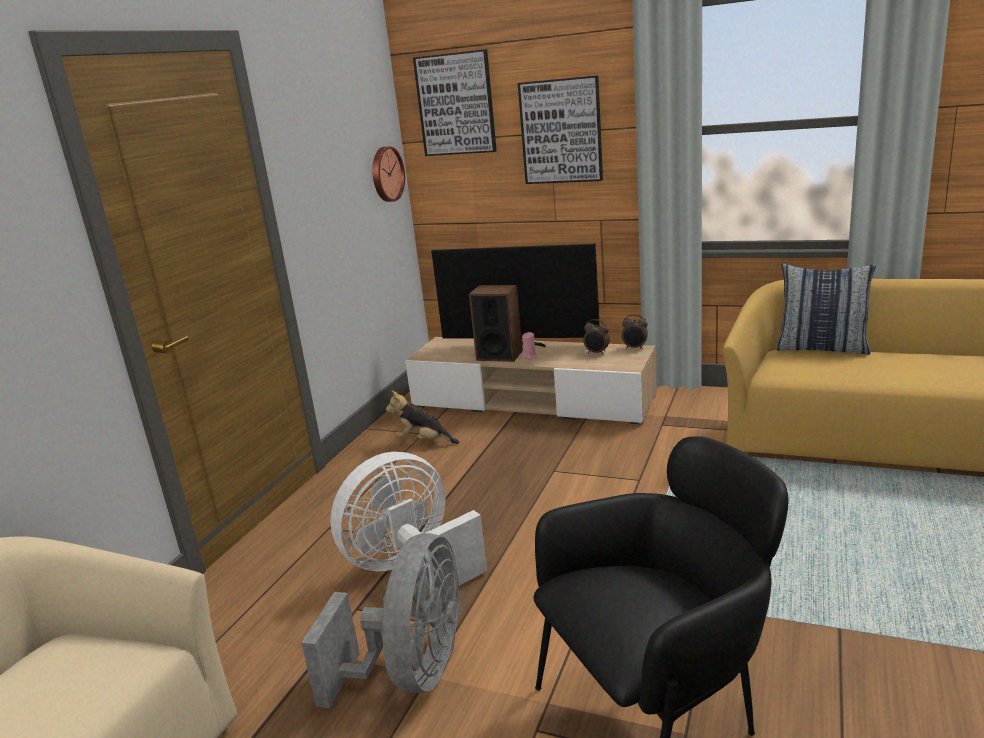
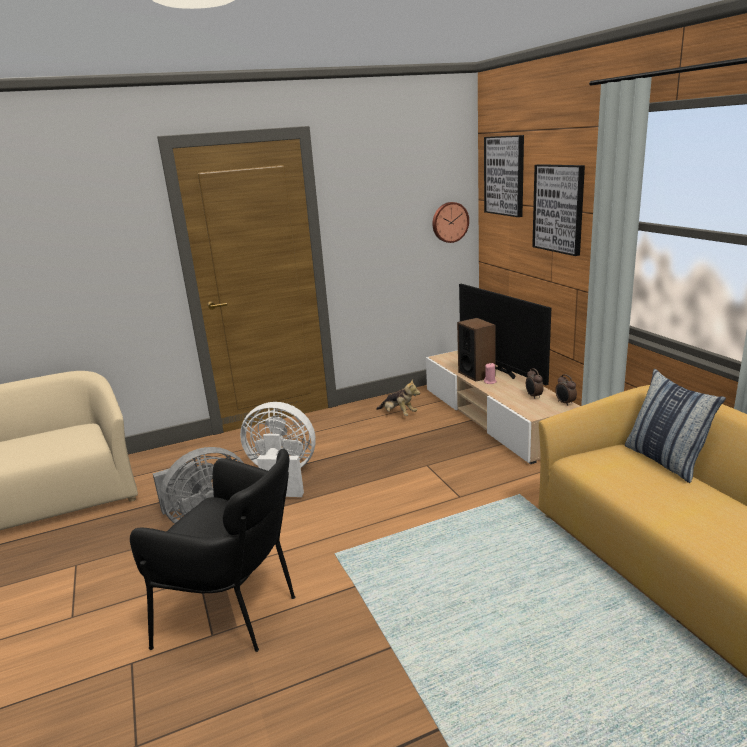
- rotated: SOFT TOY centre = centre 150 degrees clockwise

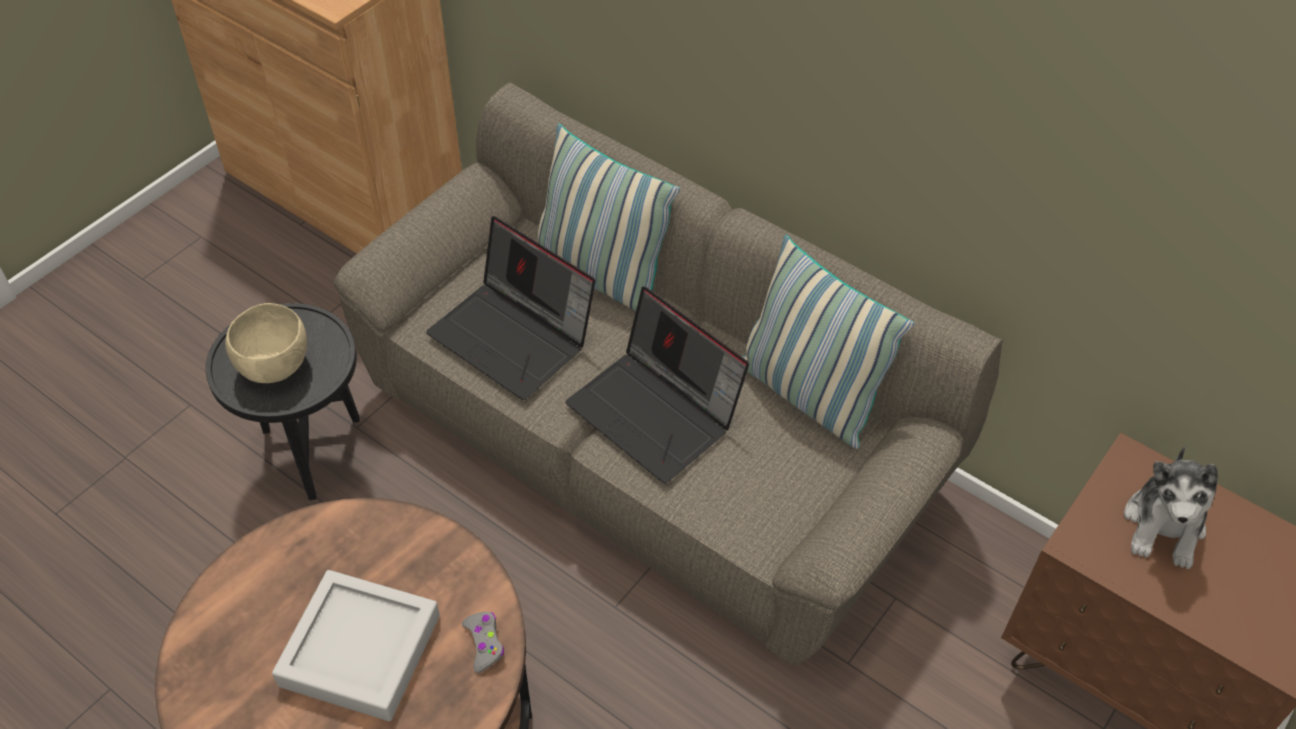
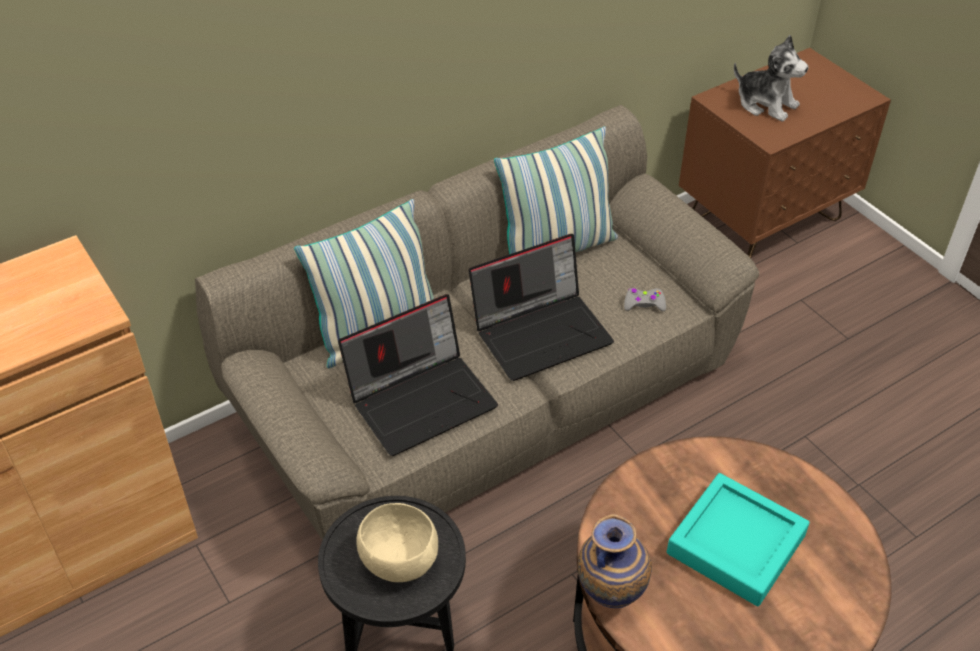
- new: FLOWER VASE bottom centre
- shifted: GRAY GAMEPAD bottom centre to centre
- repainted: GRAY SERVING TRAY bottom left to TURQUOISE SERVING TRAY bottom right

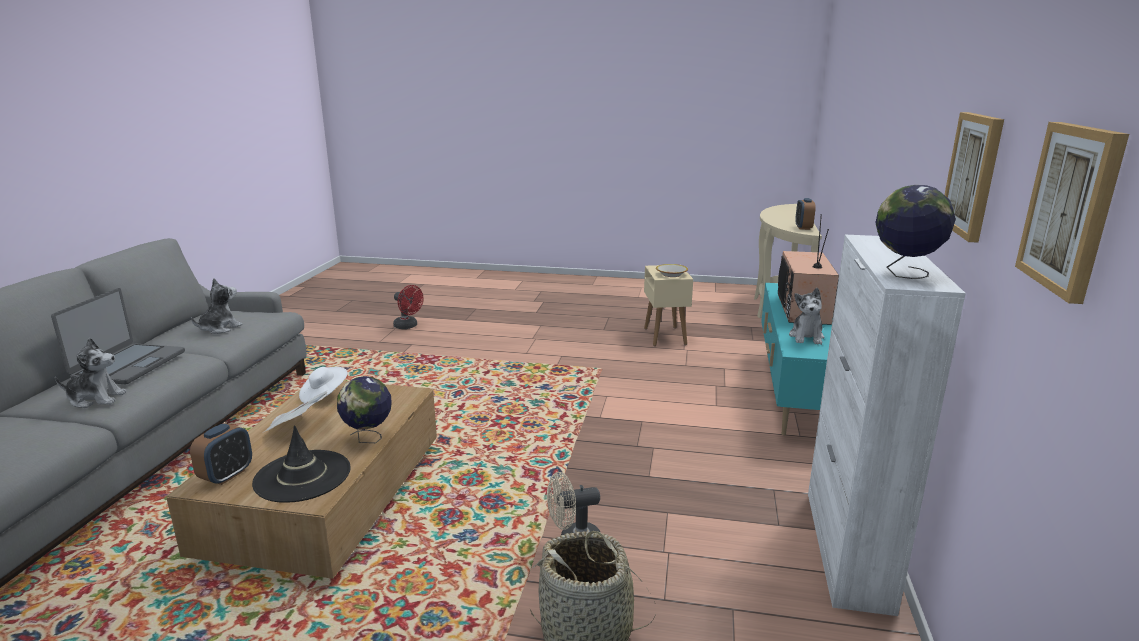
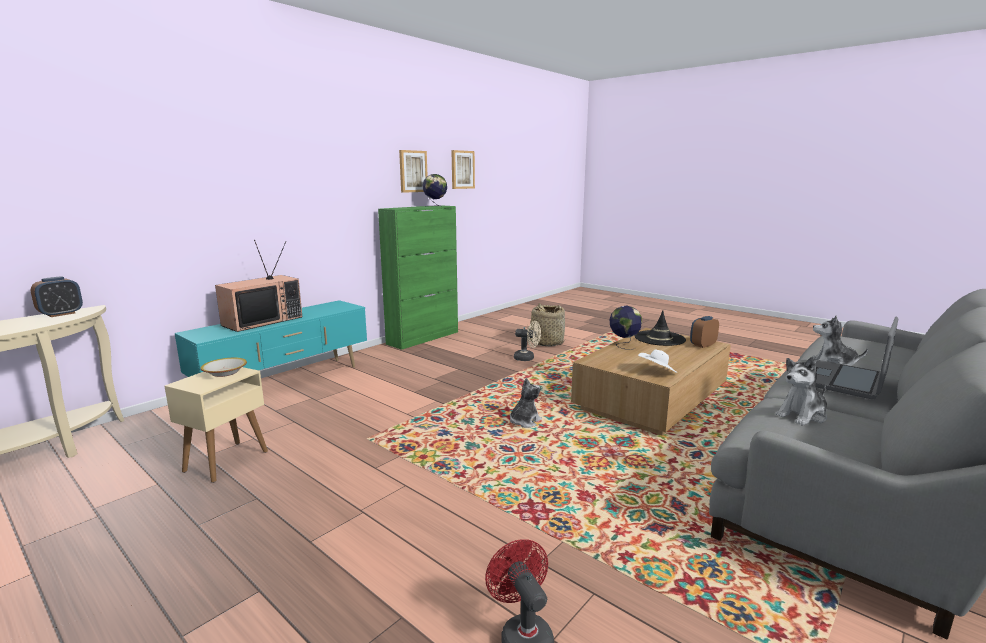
- gone: DAILY PAPER middle left
- shifted: SOFT TOY (no. 3 from left in the first image) middle right to SOFT TOY (no. 1 from left) centre
- repainted: WHITE-COLOURED CABINET middle right to GREEN-COLOURED CABINET centre

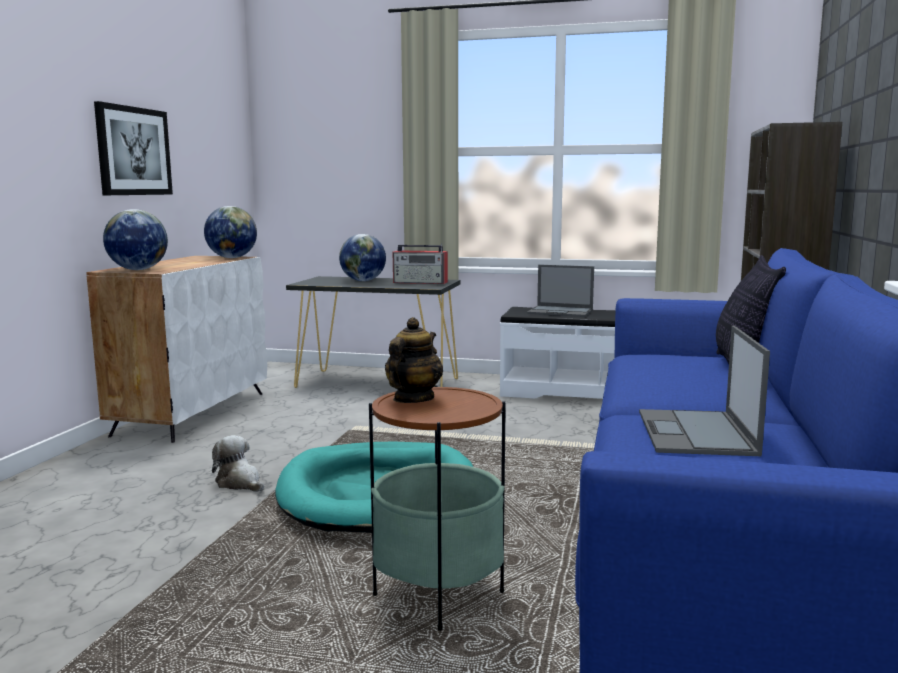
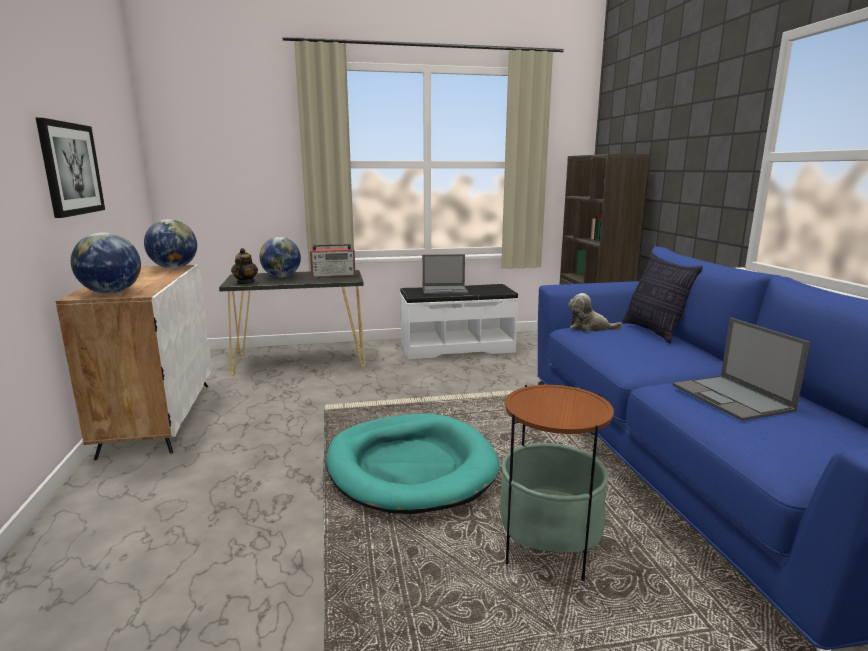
- shifted: SOFT TOY bottom left to middle right
- shifted: POT FOR TEA centre to middle left

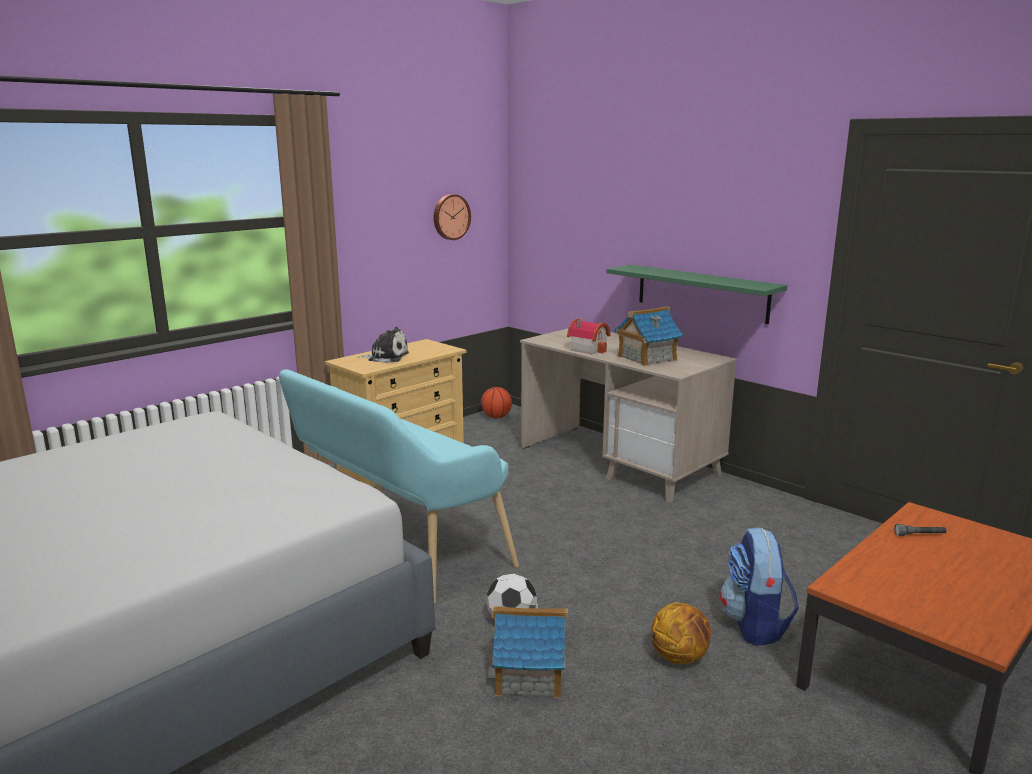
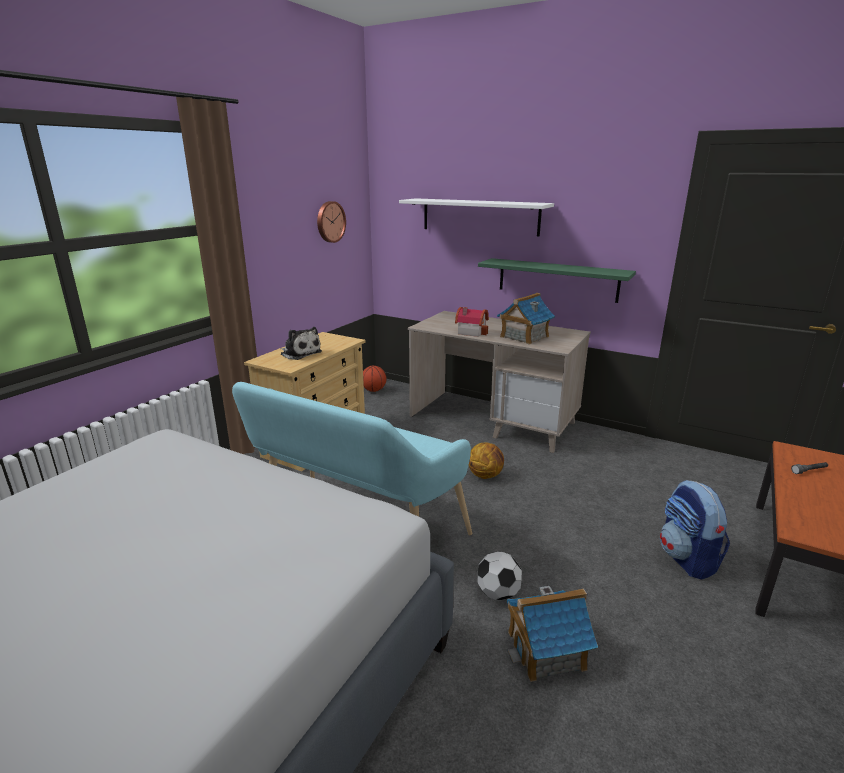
- new: WHITE-COLOURED WALL SHELF top centre
- shifted: BASKETBALL BALL (no. 2 from left) bottom centre to centre
- rotated: SOFT TOY centre = centre 45 degrees clockwise

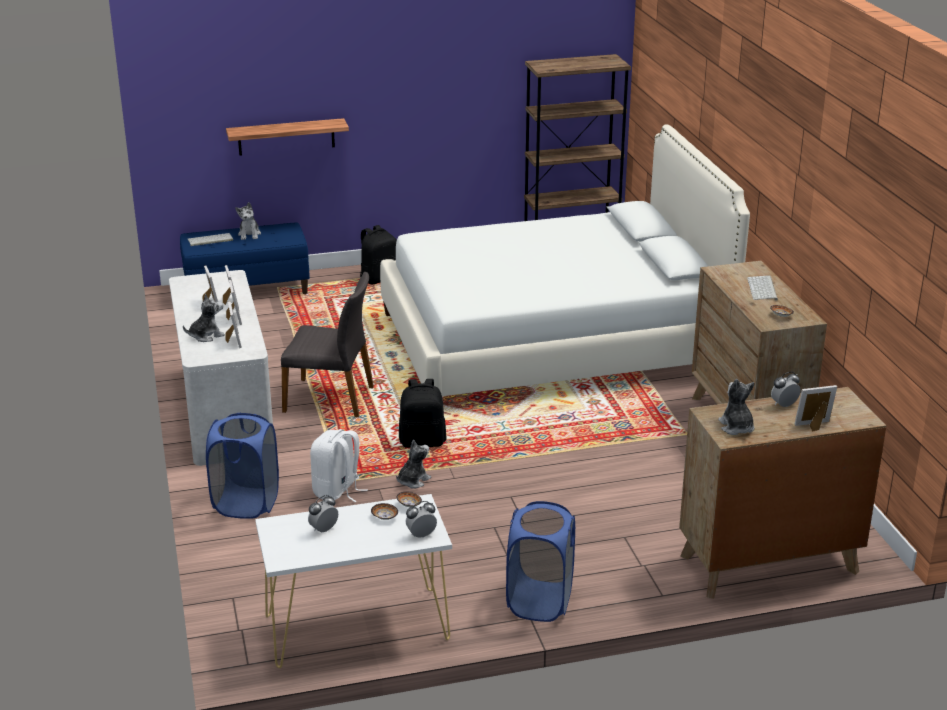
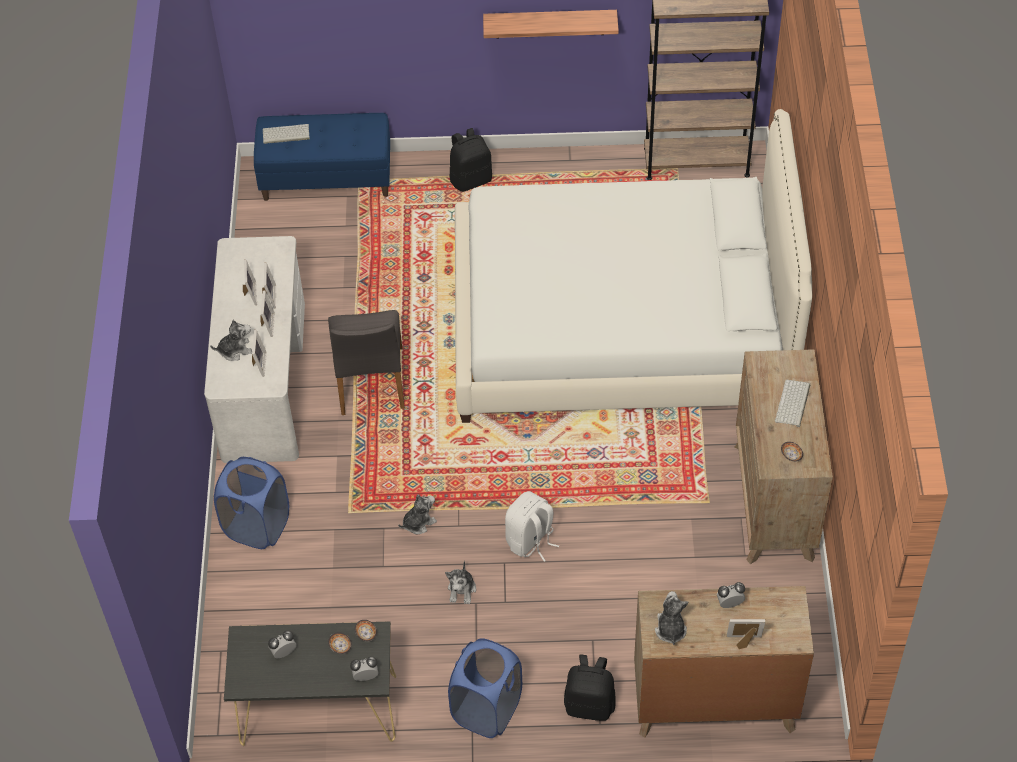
- shifted: WALL SHELF top left to top centre
- shifted: SOFT TOY (no. 2 from left in the first image) top left to SOFT TOY (no. 3 from left) bottom centre
- shifted: WHITE-COLOURED BACKPACK centre to bottom centre
- shifted: BLACK BACKPACK (no. 2 from left) centre to bottom centre
- repainted: WHITE-COLOURED HALL TABLE bottom centre to BLACK HALL TABLE bottom left
- rotated: GRAY PLAIN CHAIR centre = centre 60 degrees clockwise

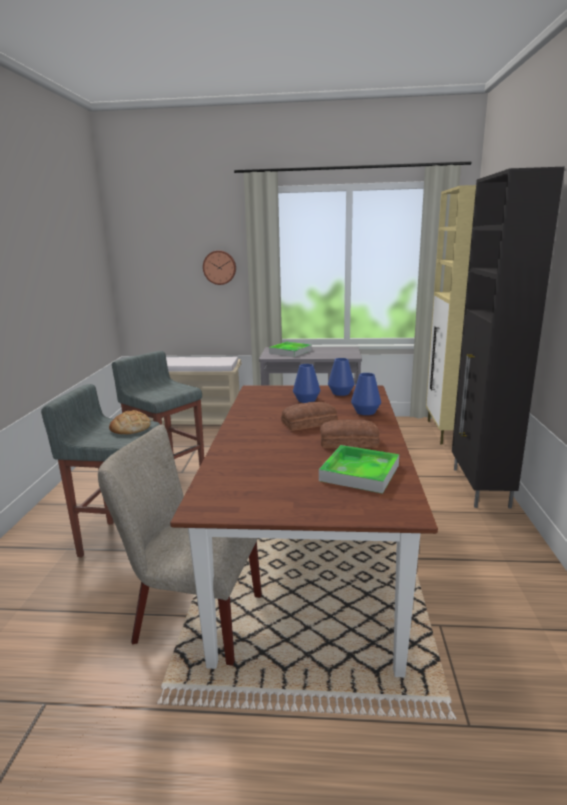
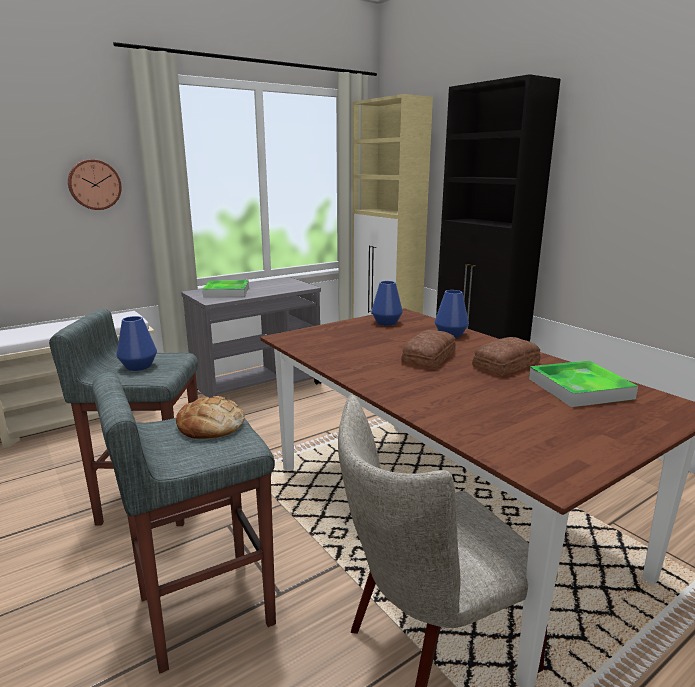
- shifted: BLUE FLOWER VASE (no. 1 from left) centre to middle left

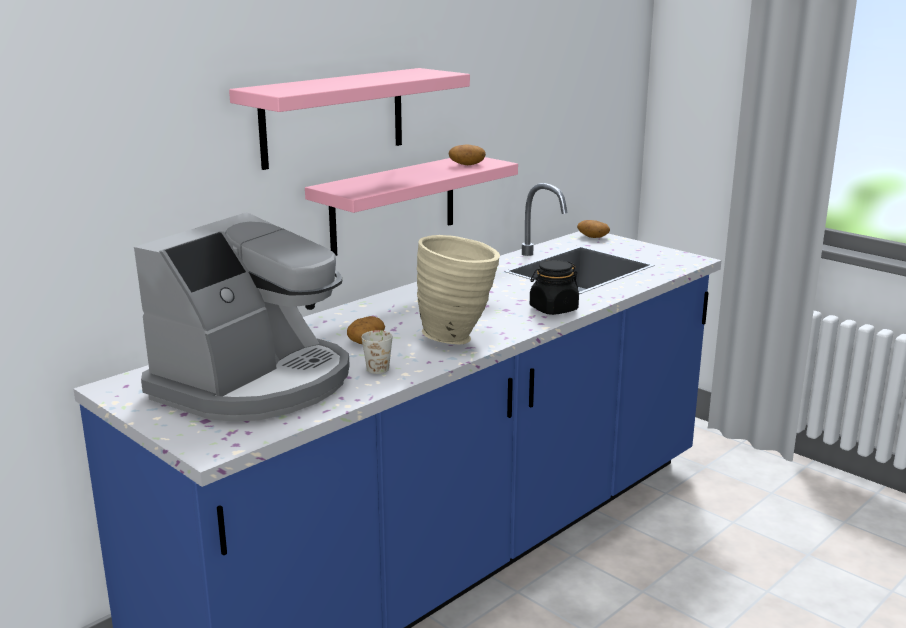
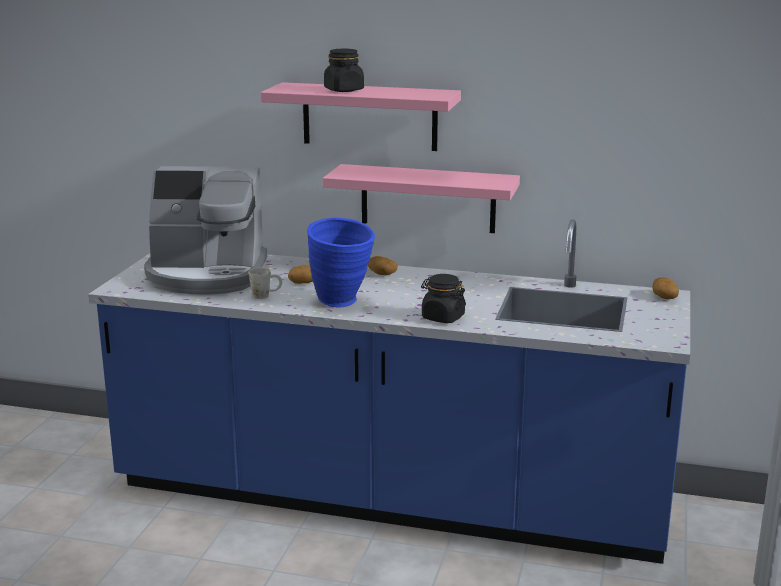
- new: BLACK PRESERVE JAR (no. 1 from left) top centre
- shifted: POTATO (no. 2 from left) top centre to centre
- repainted: BEIGE FLOWER VASE centre to BLUE FLOWER VASE centre

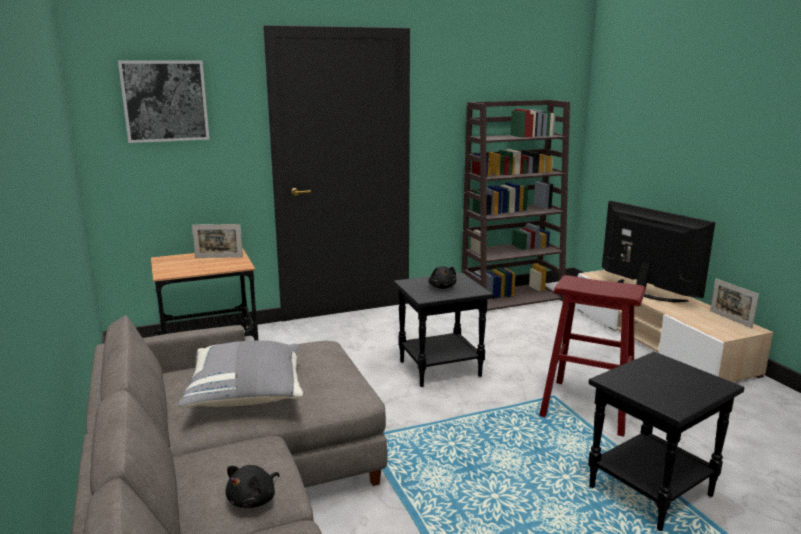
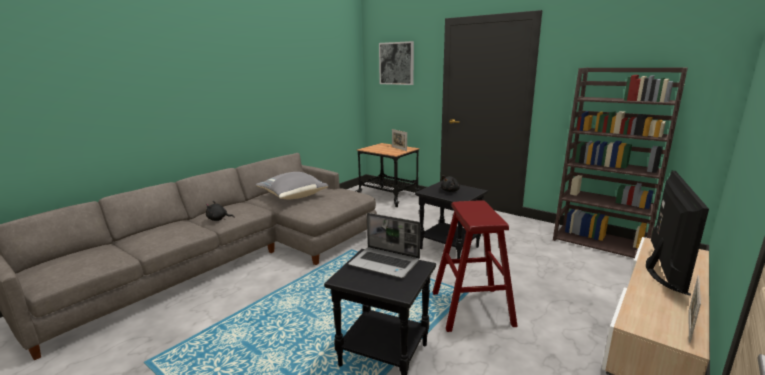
- new: LAPTOP centre

